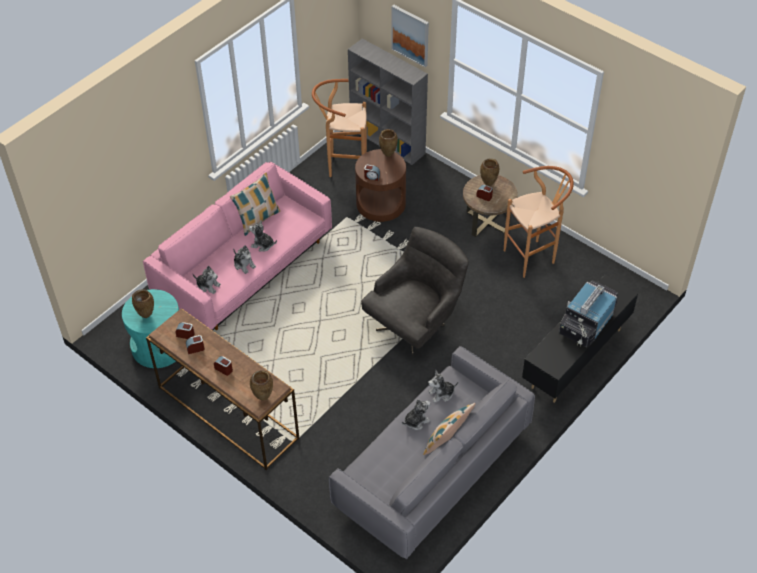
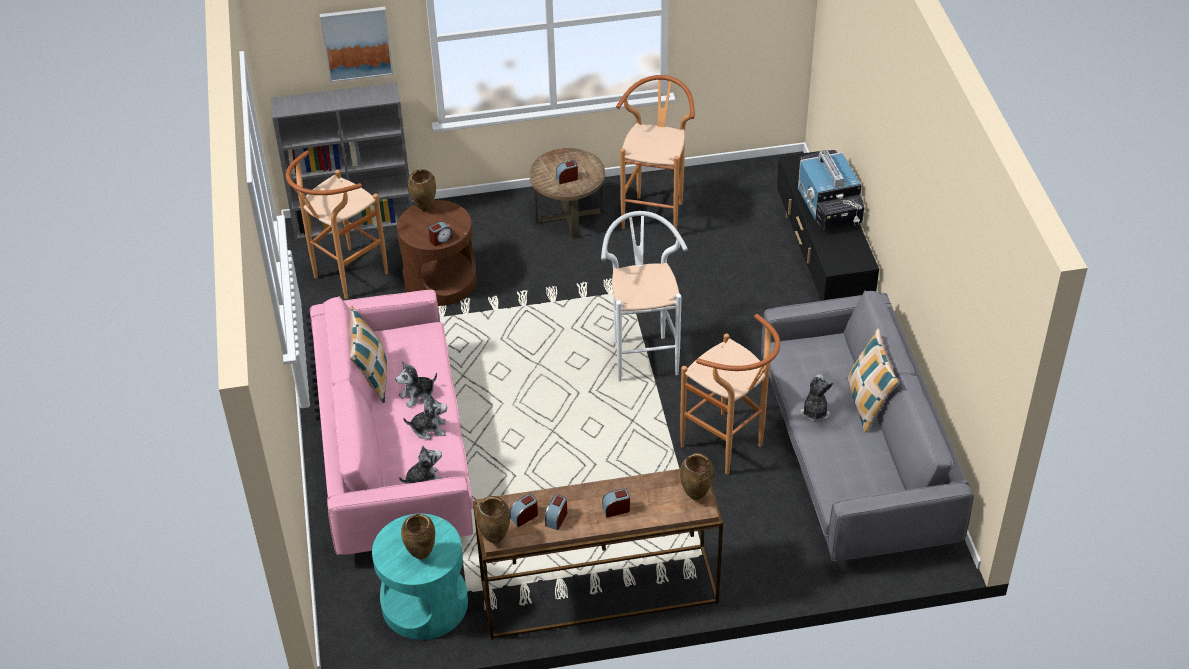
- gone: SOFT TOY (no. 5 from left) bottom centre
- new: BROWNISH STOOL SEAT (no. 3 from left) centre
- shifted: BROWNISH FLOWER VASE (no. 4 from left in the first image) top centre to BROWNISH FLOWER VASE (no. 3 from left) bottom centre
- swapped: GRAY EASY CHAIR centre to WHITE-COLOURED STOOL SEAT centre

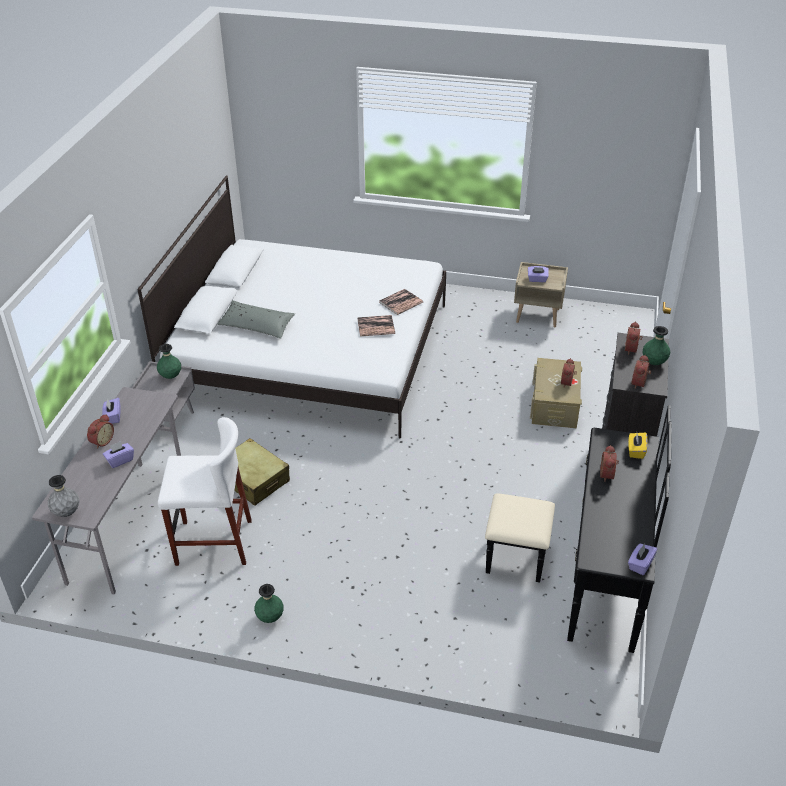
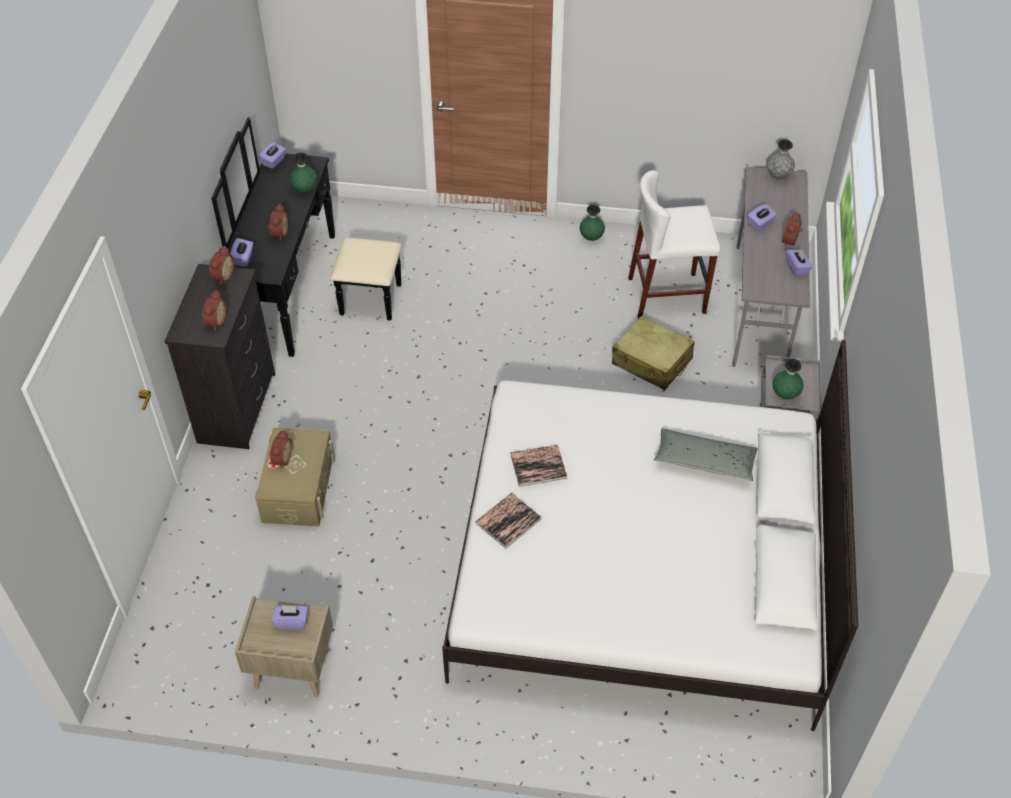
- shifted: GREEN-COLOURED FLOWER VASE (no. 3 from left in the first image) middle right to GREEN-COLOURED FLOWER VASE (no. 1 from left) top left
- repainted: YELLOW BOX OF TISSUES middle right to PURPLISH BOX OF TISSUES (no. 1 from left) top left

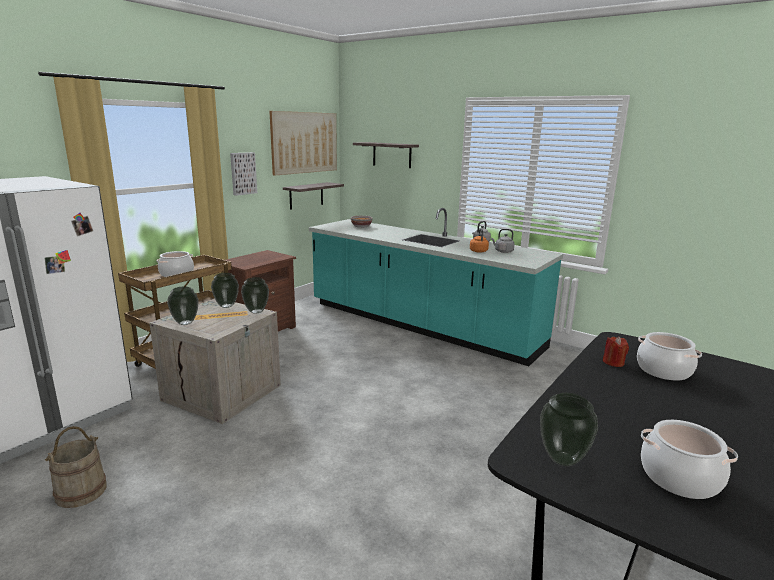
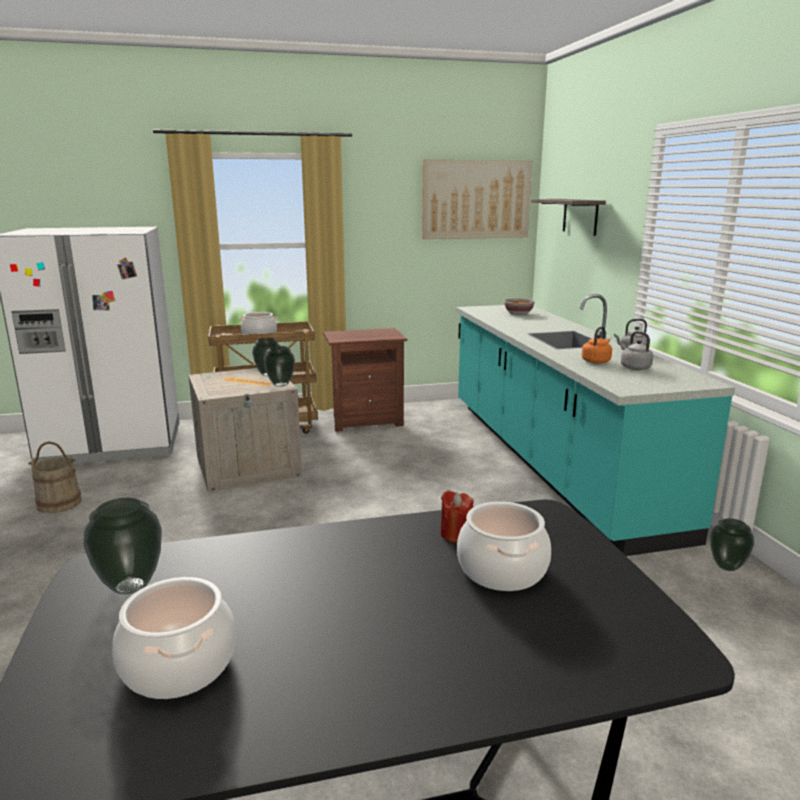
- gone: PICTURE (no. 1 from left) top left
- gone: WALL SHELF (no. 1 from left) centre
- shifted: FLOWER VASE (no. 1 from left in the first image) middle left to FLOWER VASE (no. 4 from left) bottom right

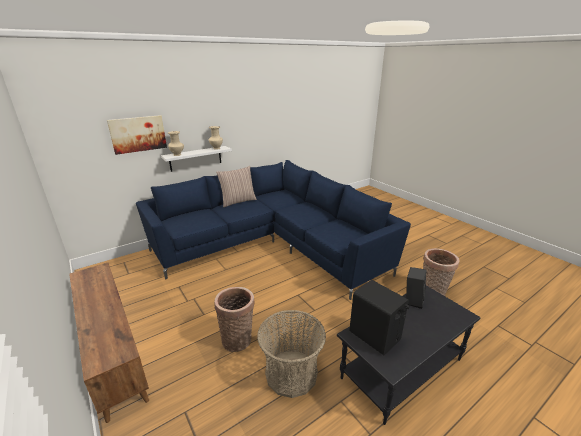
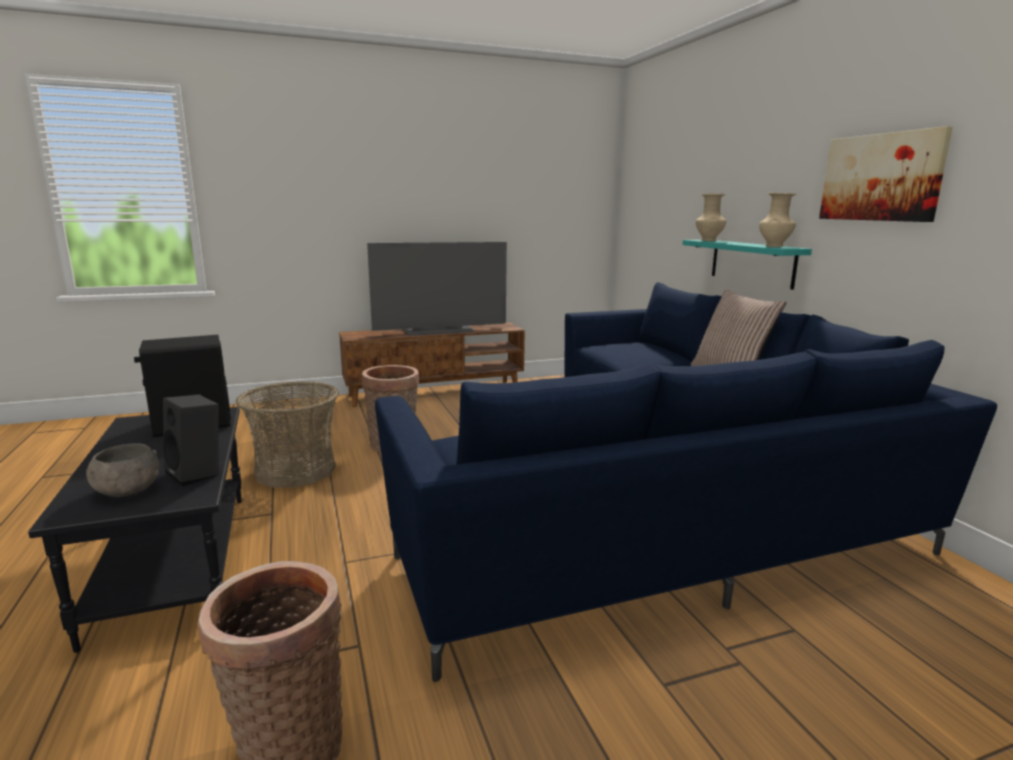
- new: GRAY DEEP DISH middle left
- new: TV SET centre
- shifted: PICTURE top left to top right
- repainted: WHITE-COLOURED WALL SHELF centre to TURQUOISE WALL SHELF middle right

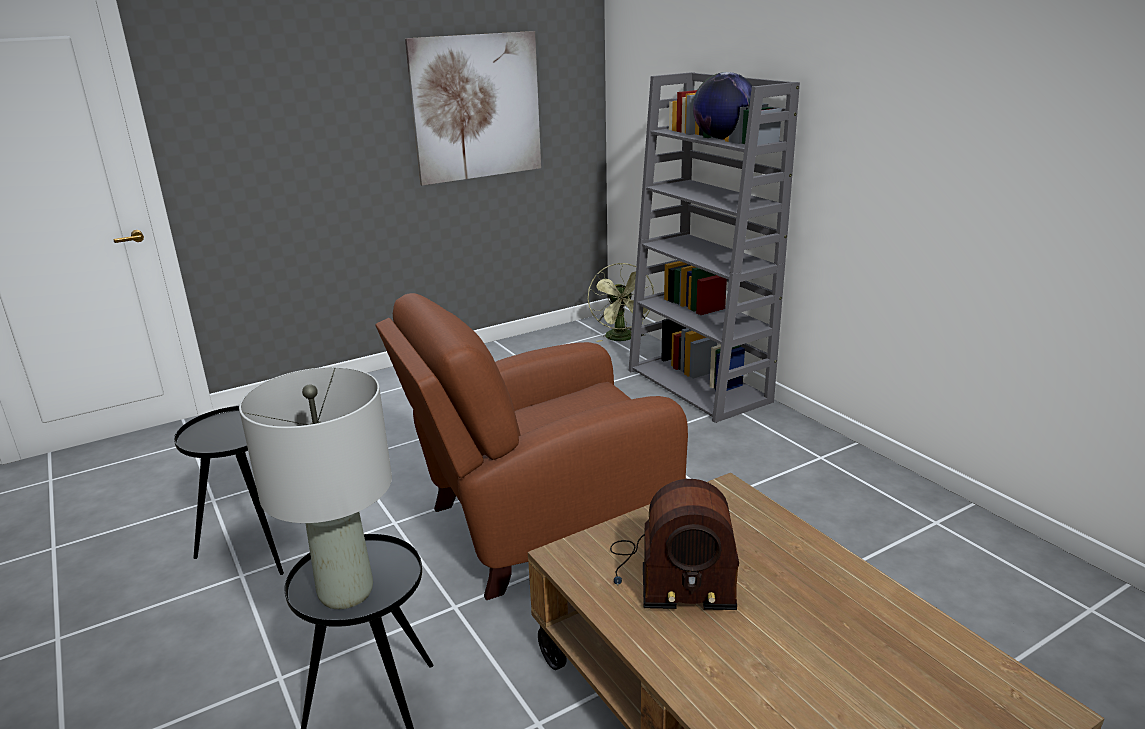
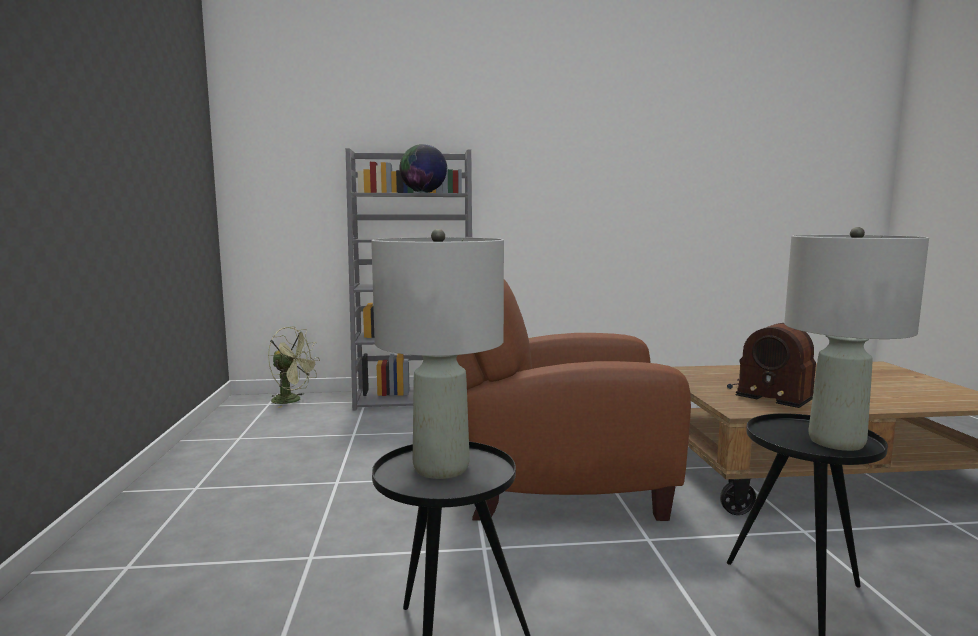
- gone: PICTURE top centre
- new: GRAY TABLE LAMP (no. 1 from left) centre
- rotated: BROWNISH EASY CHAIR centre = centre 90 degrees clockwise
- rotated: RADIO bottom centre = middle right 105 degrees clockwise

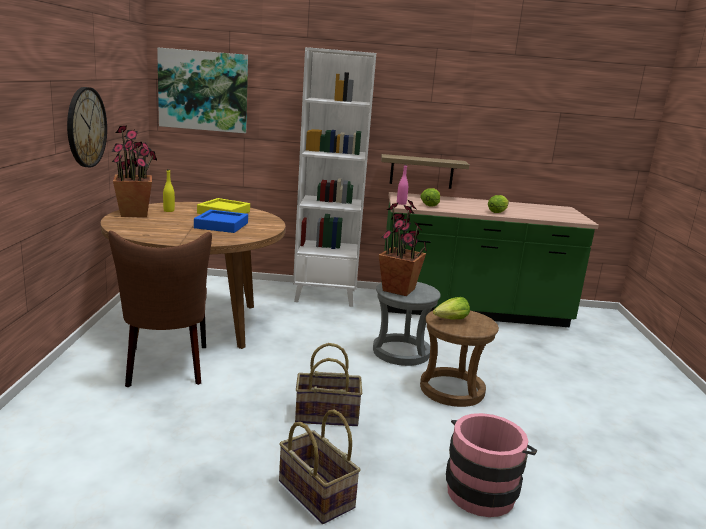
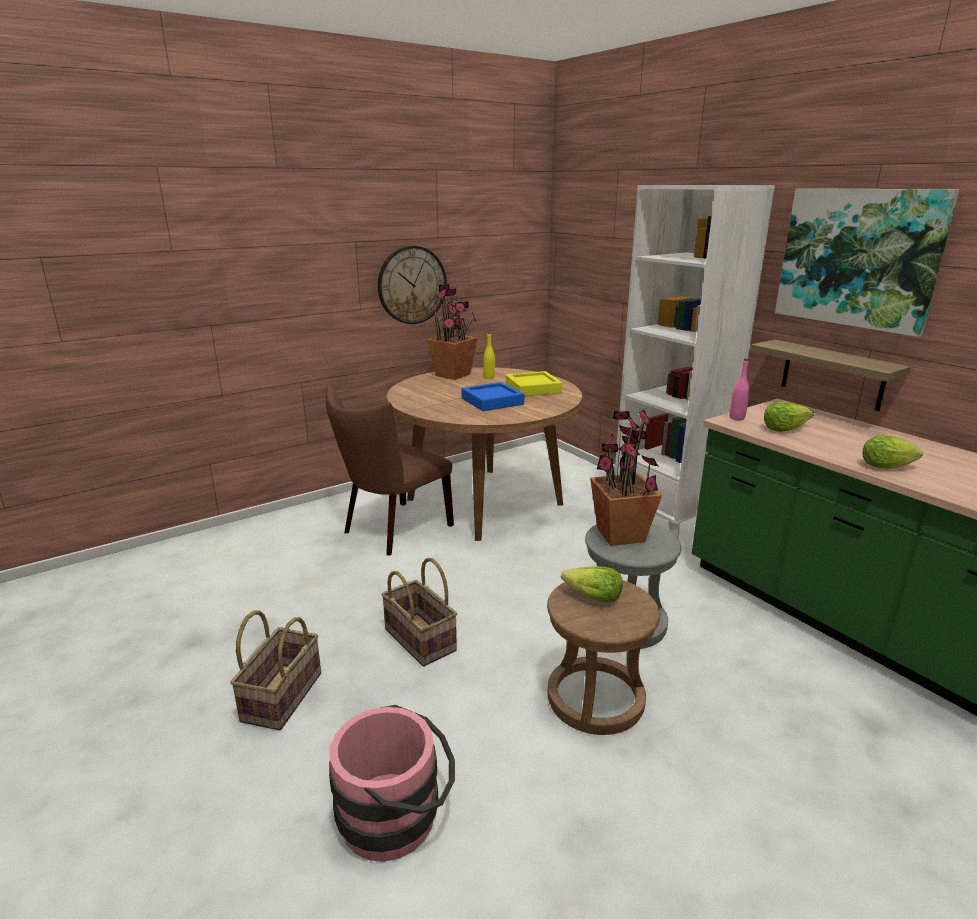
- shifted: PICTURE top left to top right

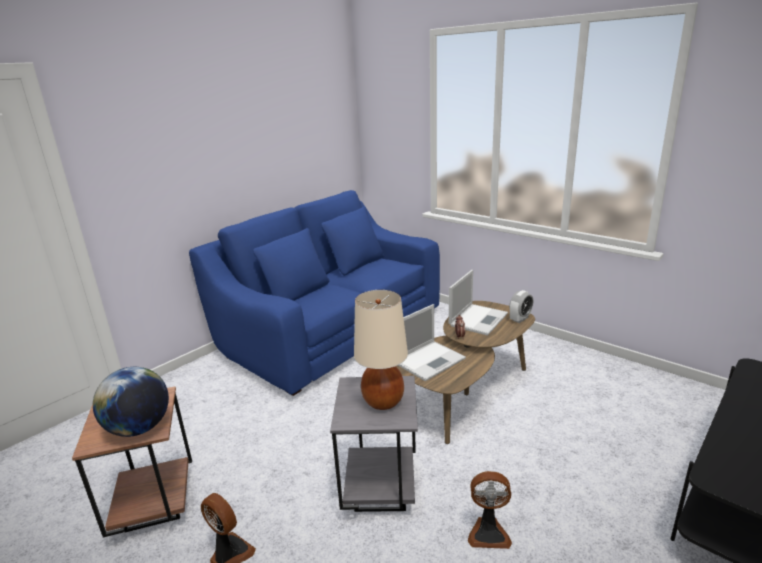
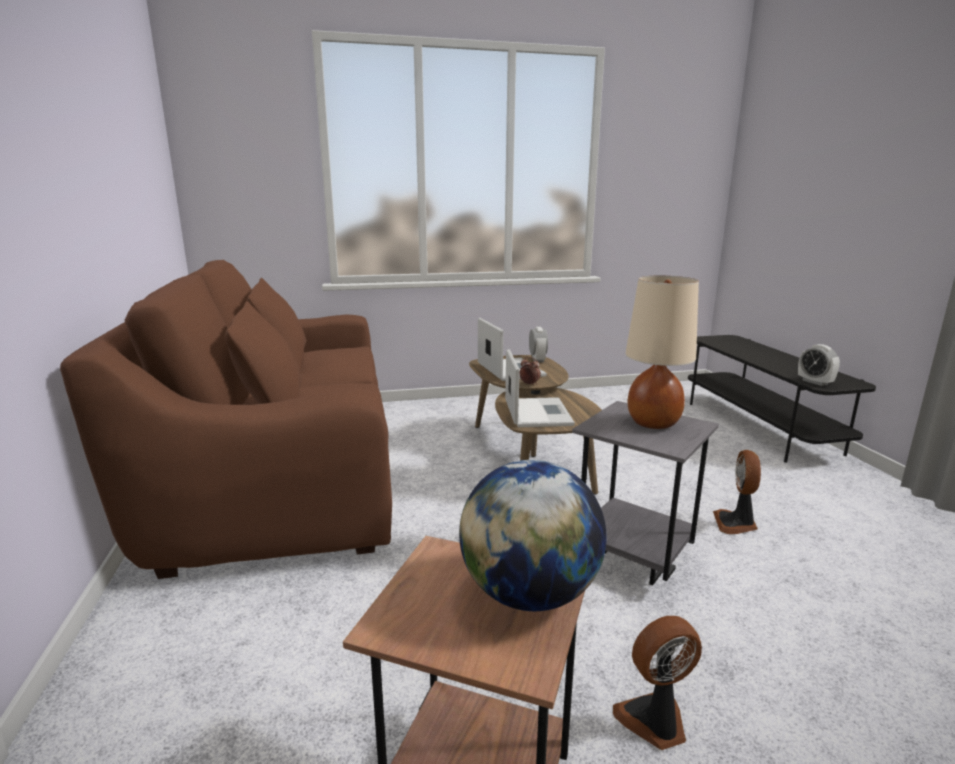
- new: TABLE CLOCK (no. 3 from left) middle right
- repainted: BLUE SETTEE centre to BROWNISH SETTEE middle left
- rotated: FAN (no. 2 from left) bottom centre = middle right 150 degrees clockwise

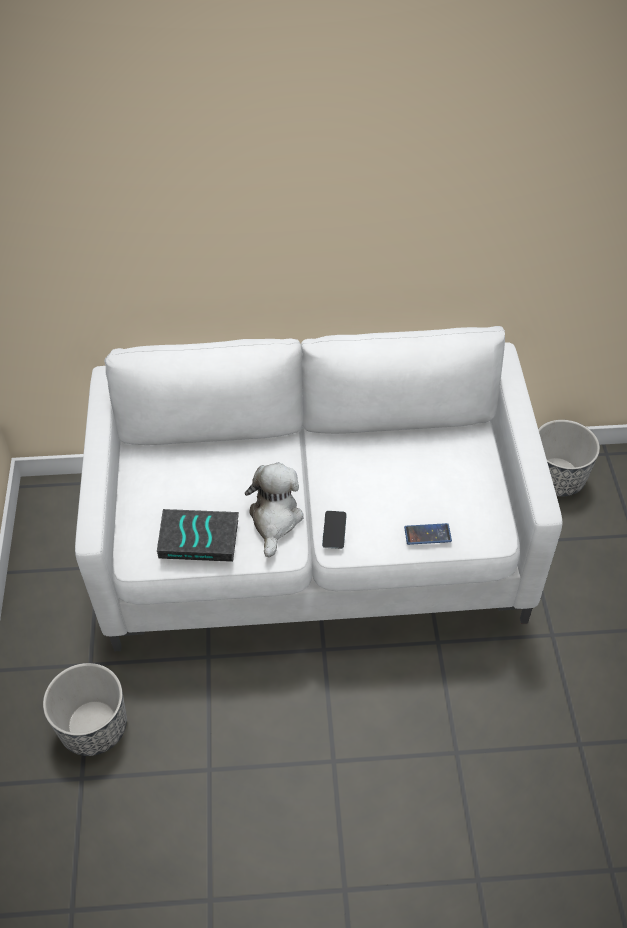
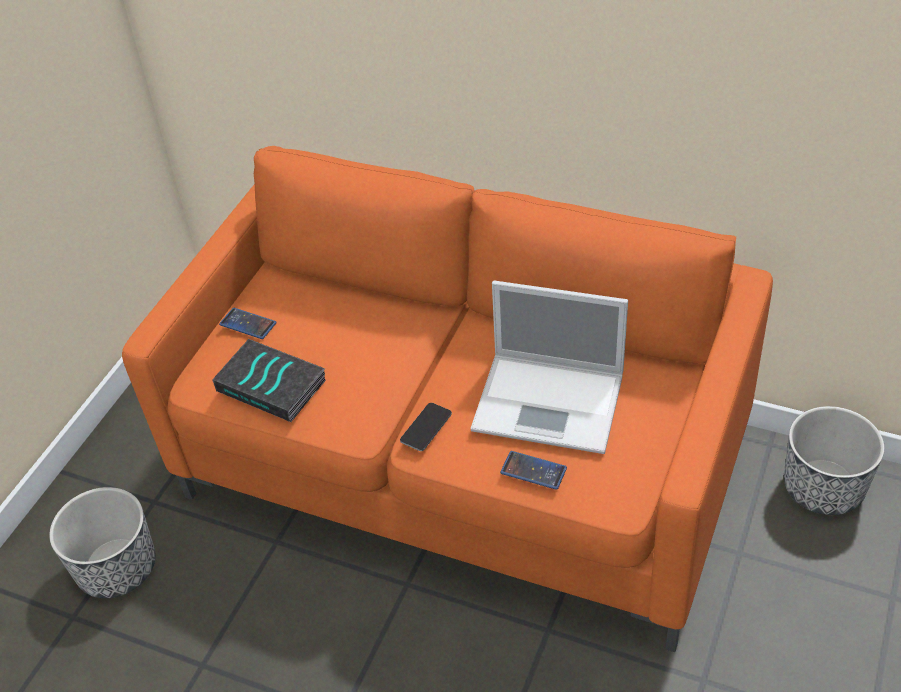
- gone: SOFT TOY centre
- new: TELEPHONE (no. 1 from left) middle left
- new: LAPTOP centre
- repainted: WHITE-COLOURED SETTEE centre to ORANGEY SETTEE centre

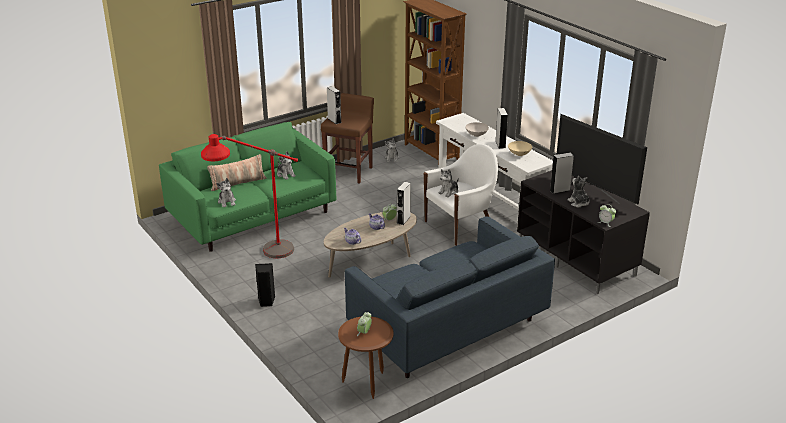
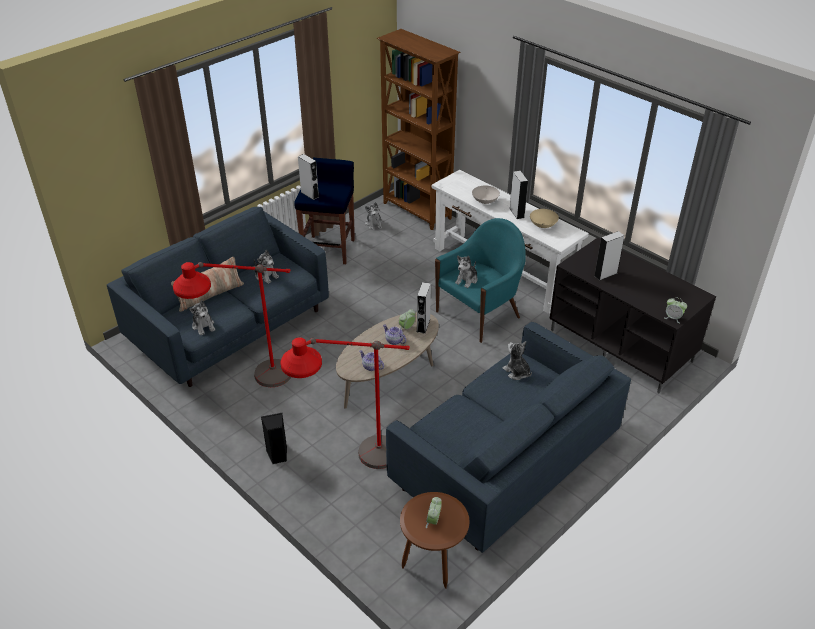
- gone: TV SET middle right
- new: RED FLOOR LAMP (no. 2 from left) centre
- shifted: SOFT TOY (no. 5 from left) middle right to centre
- repainted: GREEN-COLOURED SETTEE middle left to BLUE SETTEE (no. 1 from left) middle left
- repainted: BROWNISH STOOL SEAT top centre to BLUE STOOL SEAT centre
- repainted: WHITE-COLOURED EASY CHAIR centre to TURQUOISE EASY CHAIR centre

